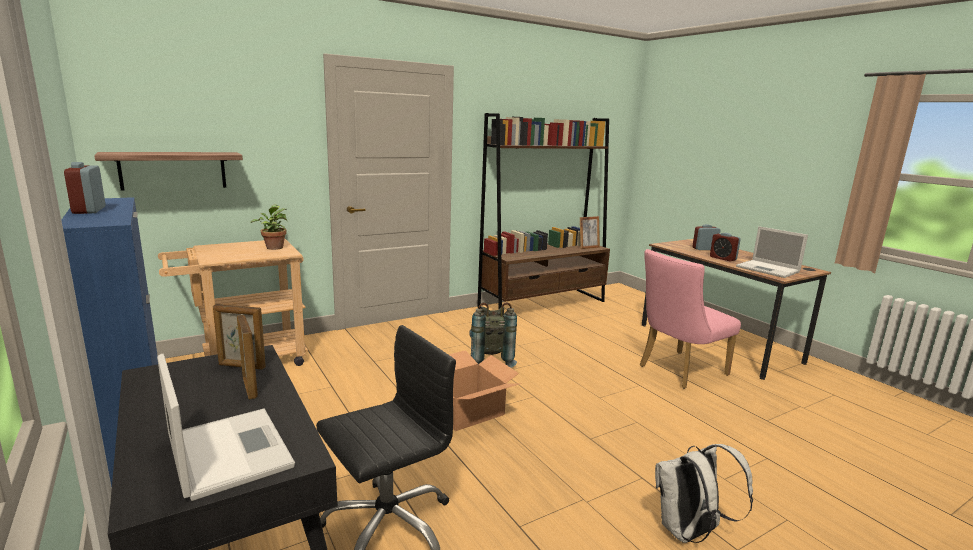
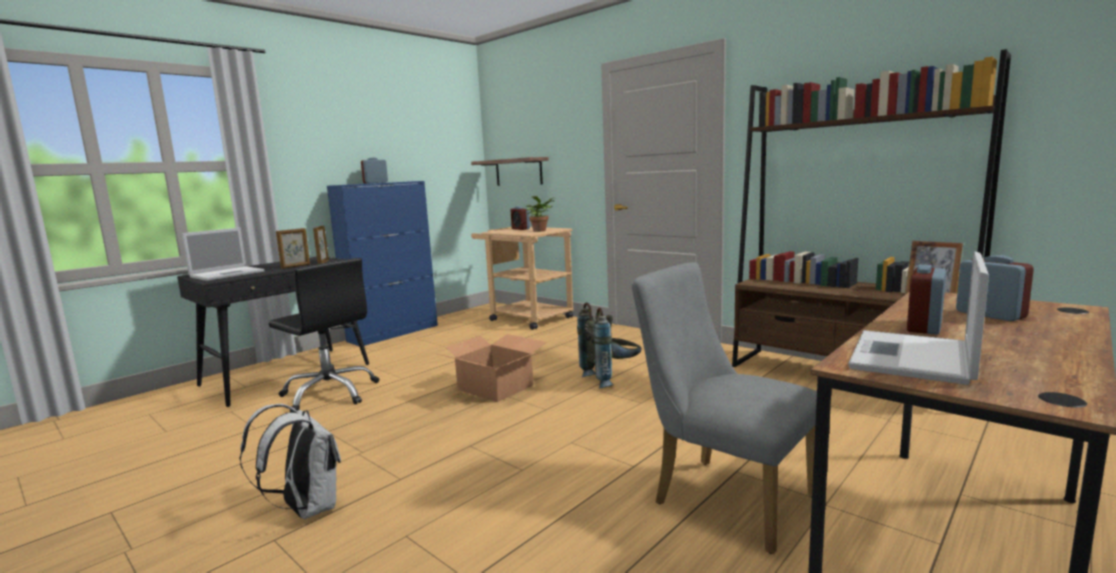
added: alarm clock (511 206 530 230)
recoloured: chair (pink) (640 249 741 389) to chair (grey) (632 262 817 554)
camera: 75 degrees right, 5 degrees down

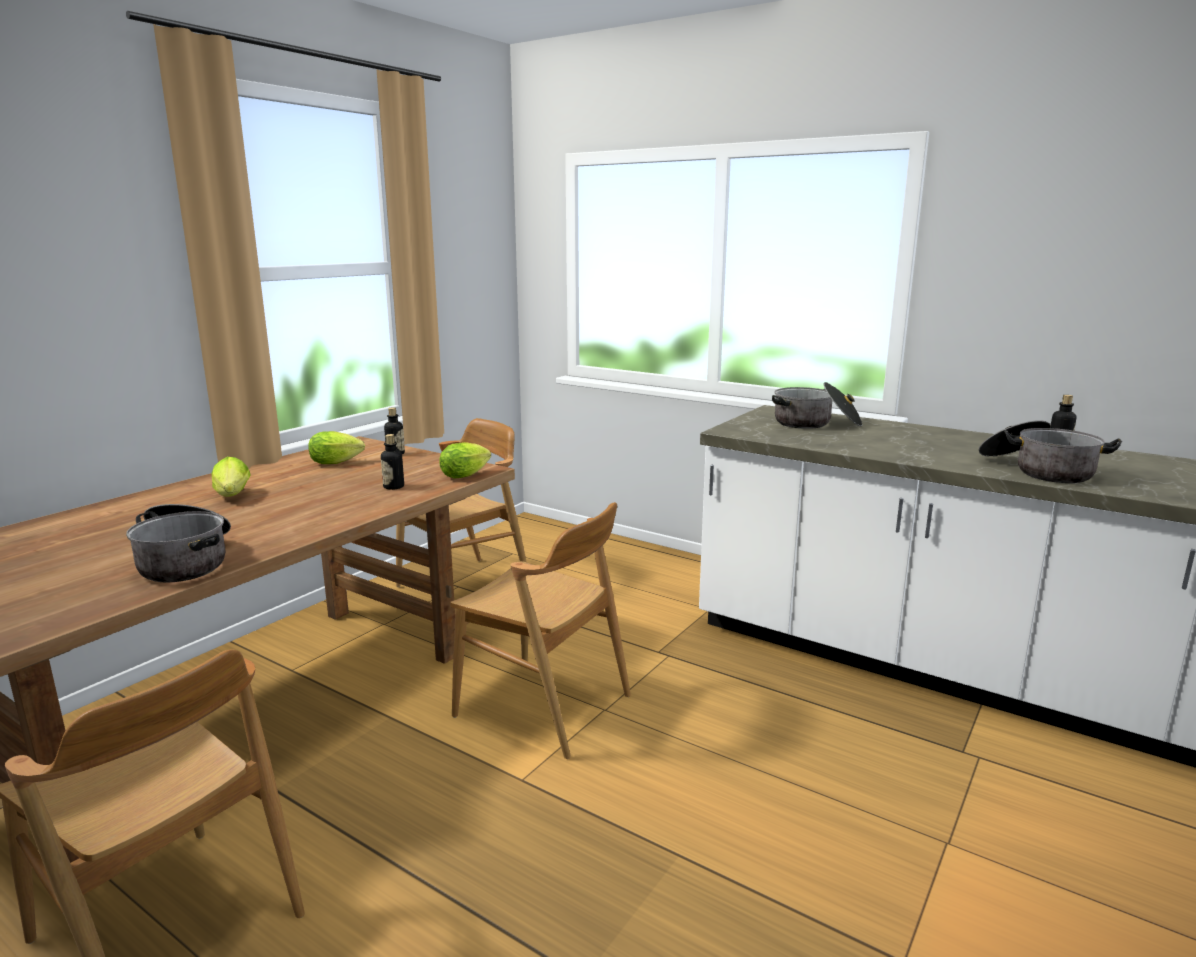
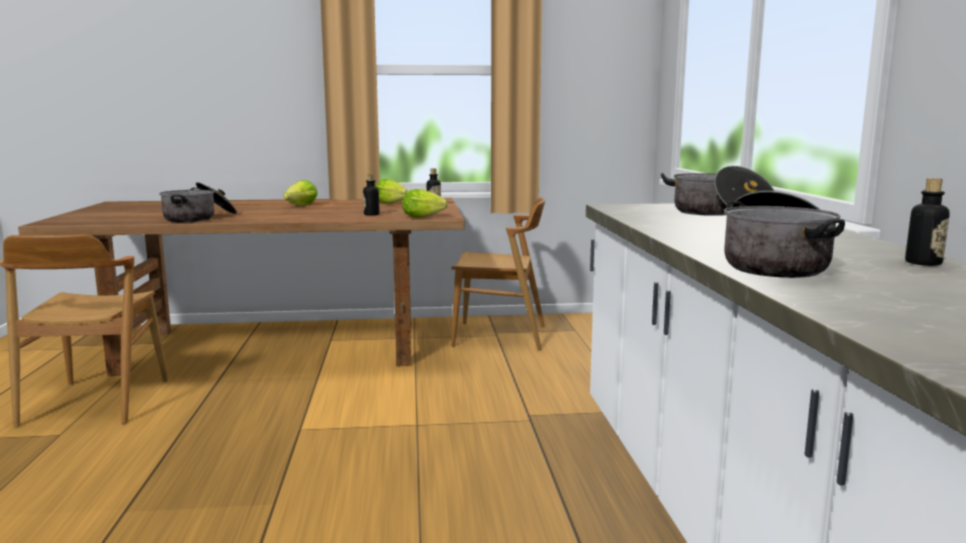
removed: chair (brown) (450 502 631 759)
camera: 50 degrees right, 5 degrees down

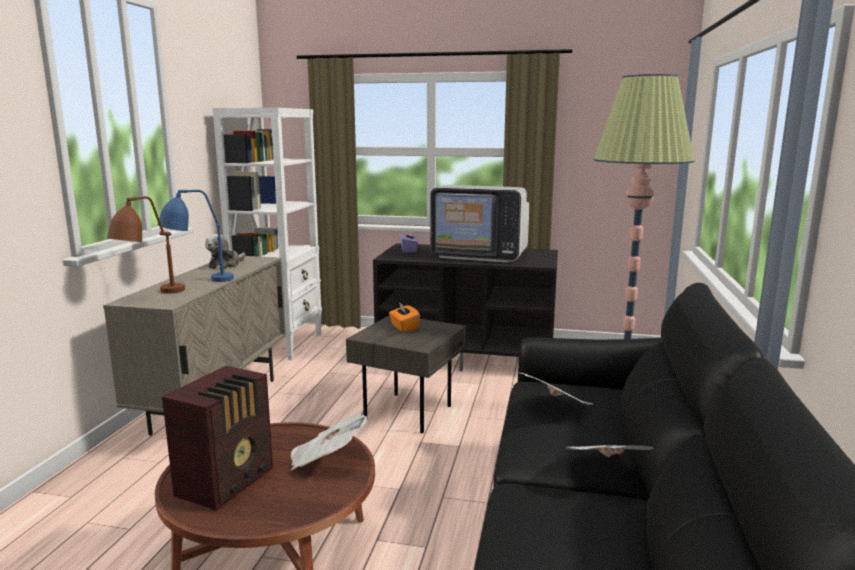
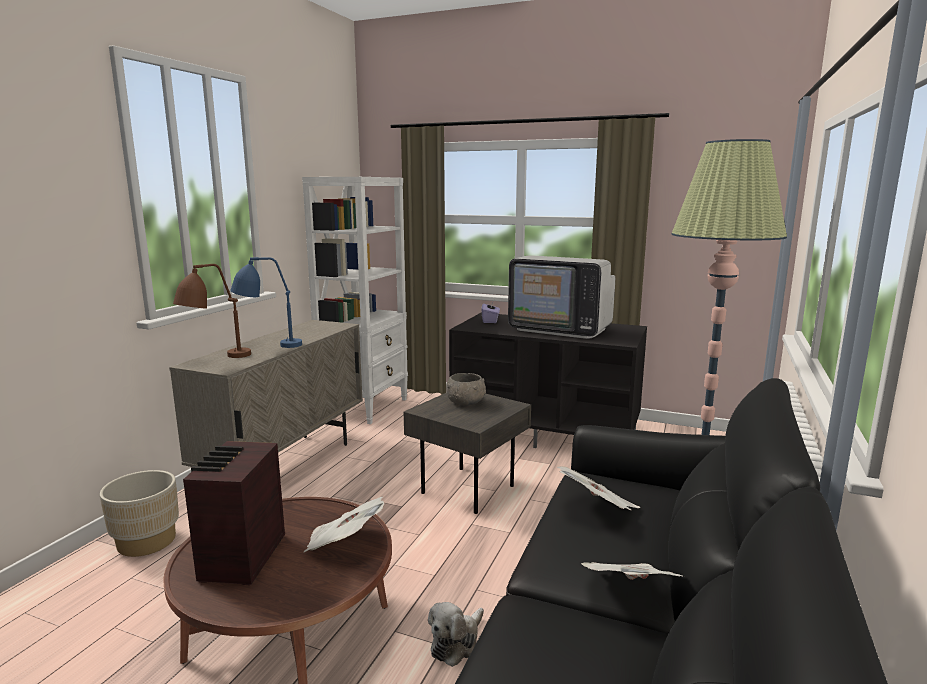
added: planter (beige) (100 470 179 557)
moved: plush toy (205 234 246 269) to (428 602 484 667)
replaced: tissue box (orange) (389 302 420 332) to bowl (grey) (446 373 486 405)
turned: radio (162 366 273 511) = (183 441 285 585) 150 degrees clockwise
camera: 10 degrees right, 0 degrees up

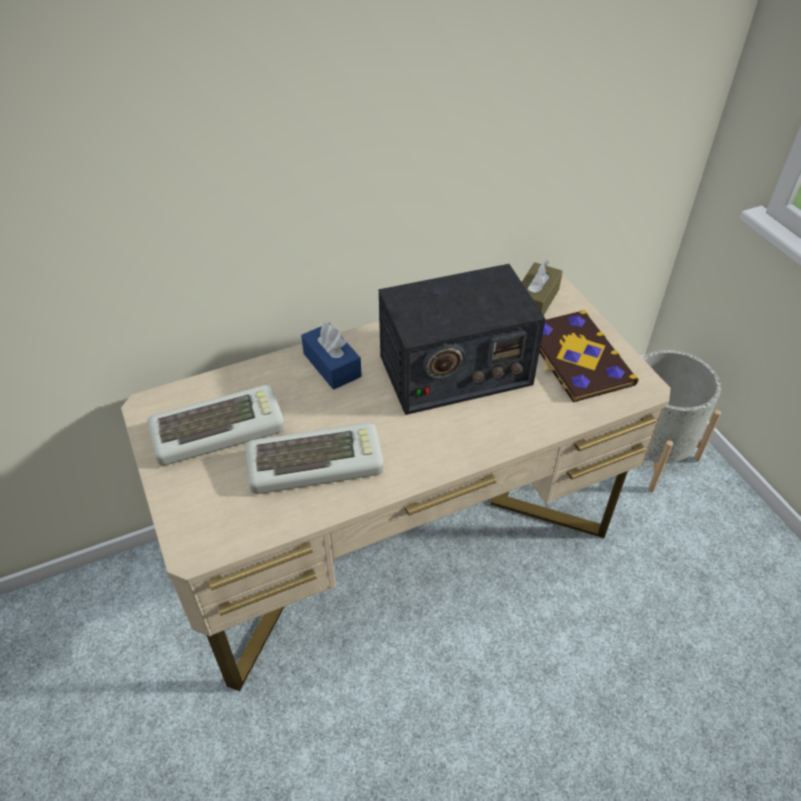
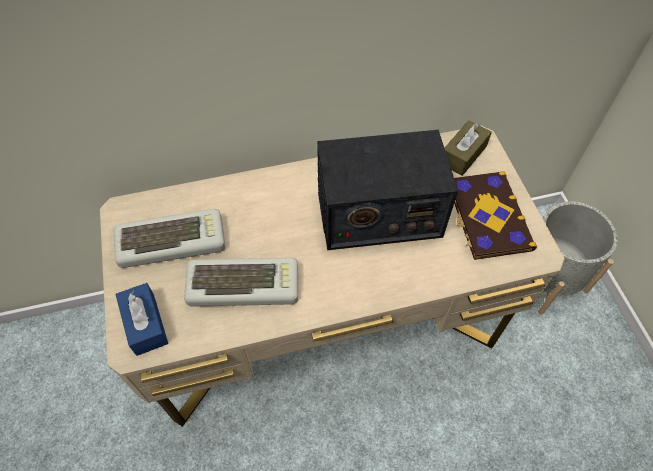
moved: tissue box (blue) (301 323 362 390) to (116 283 168 356)
camera: 10 degrees right, 10 degrees up

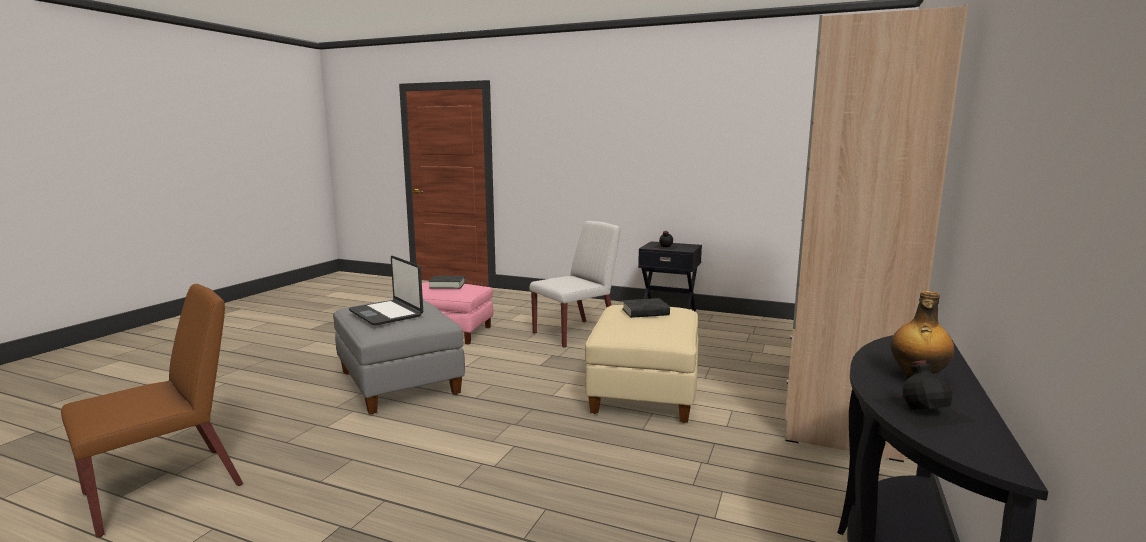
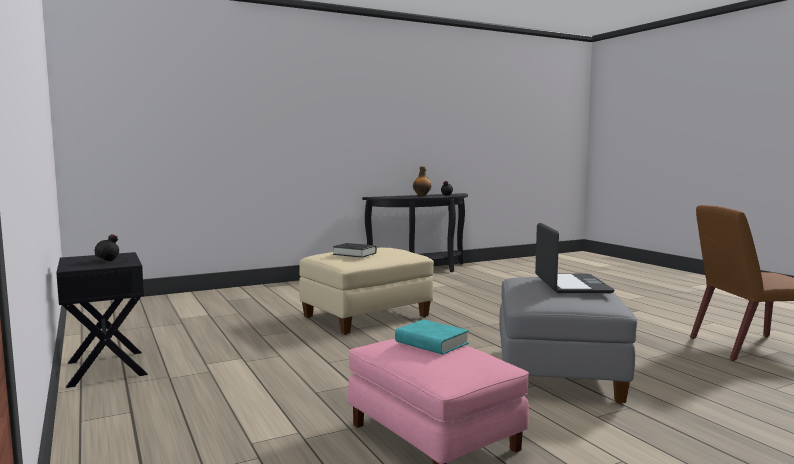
removed: wardrobe (beige) (785 4 968 462); chair (white) (529 221 621 348)
recoloured: book (black) (429 276 465 289) to book (turquoise) (395 319 469 355)
camera: 140 degrees left, 5 degrees down

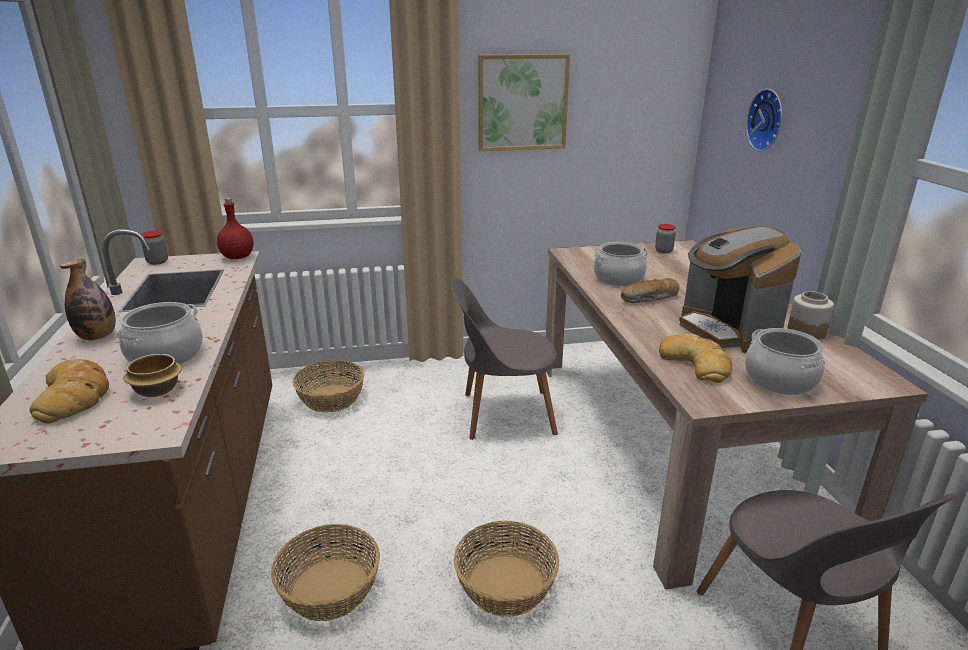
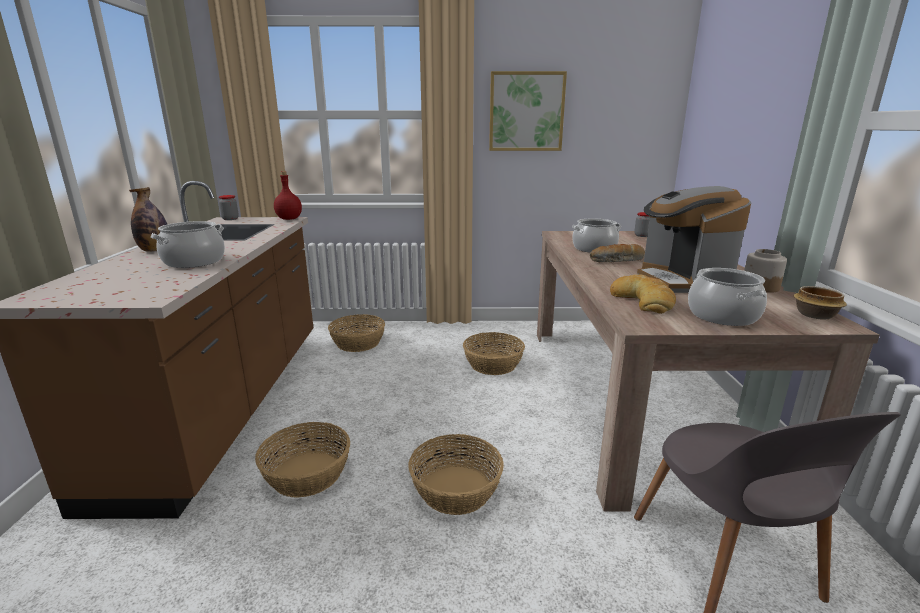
removed: wall clock (746 89 782 151); bread (30 359 109 424)
moved: bowl (123 354 182 397) to (793 286 847 320)
replaced: chair (grey) (451 277 558 440) to basket (463 332 525 375)
camera: 10 degrees right, 5 degrees down

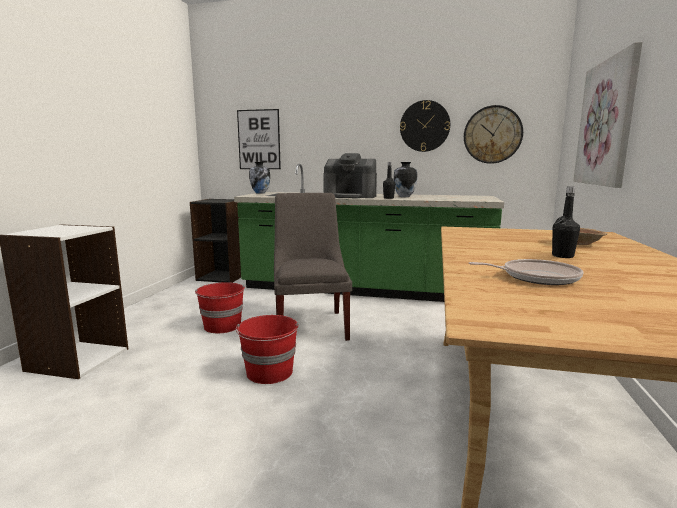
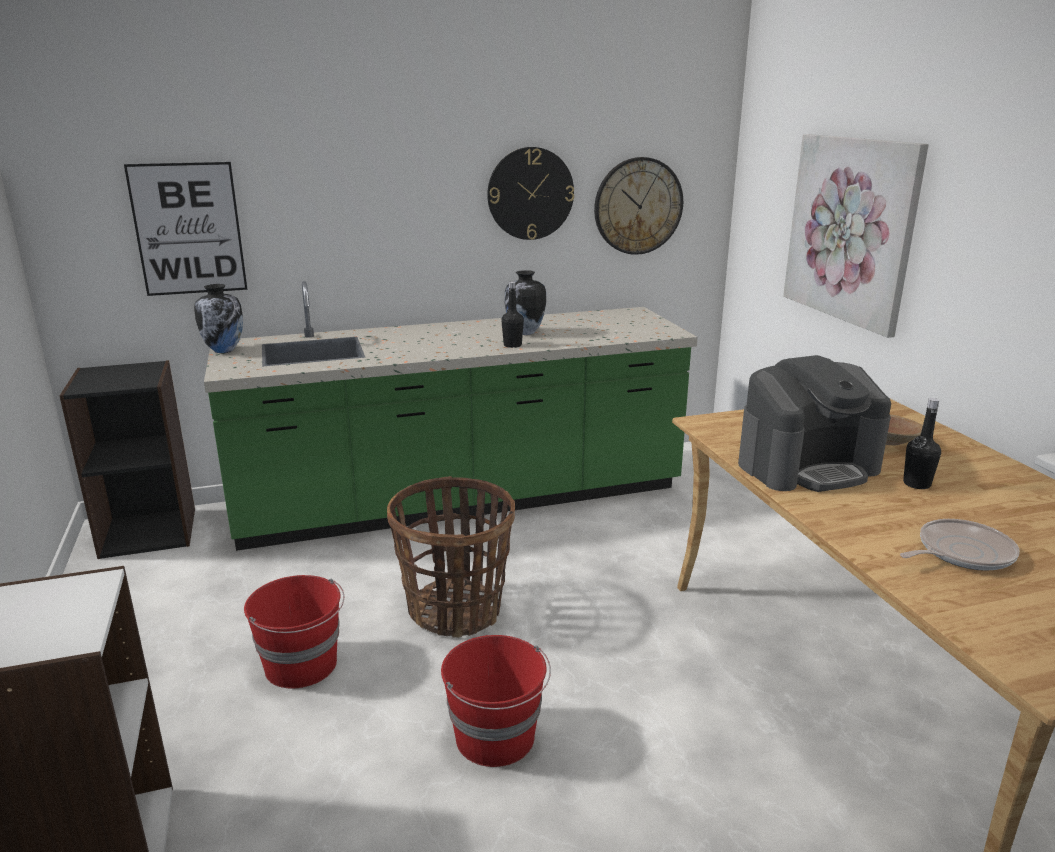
moved: coffee machine (323 153 377 198) to (738 355 891 492)
replaced: chair (grey) (274 193 352 341) to basket (387 476 515 638)
camera: 30 degrees left, 10 degrees up

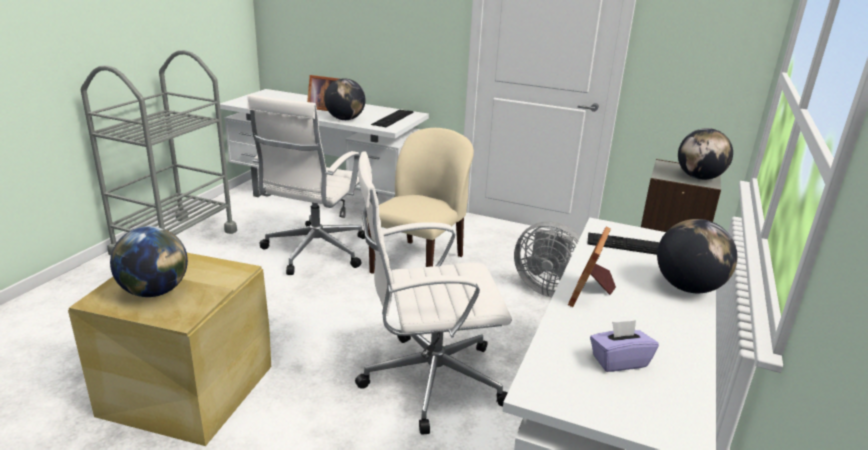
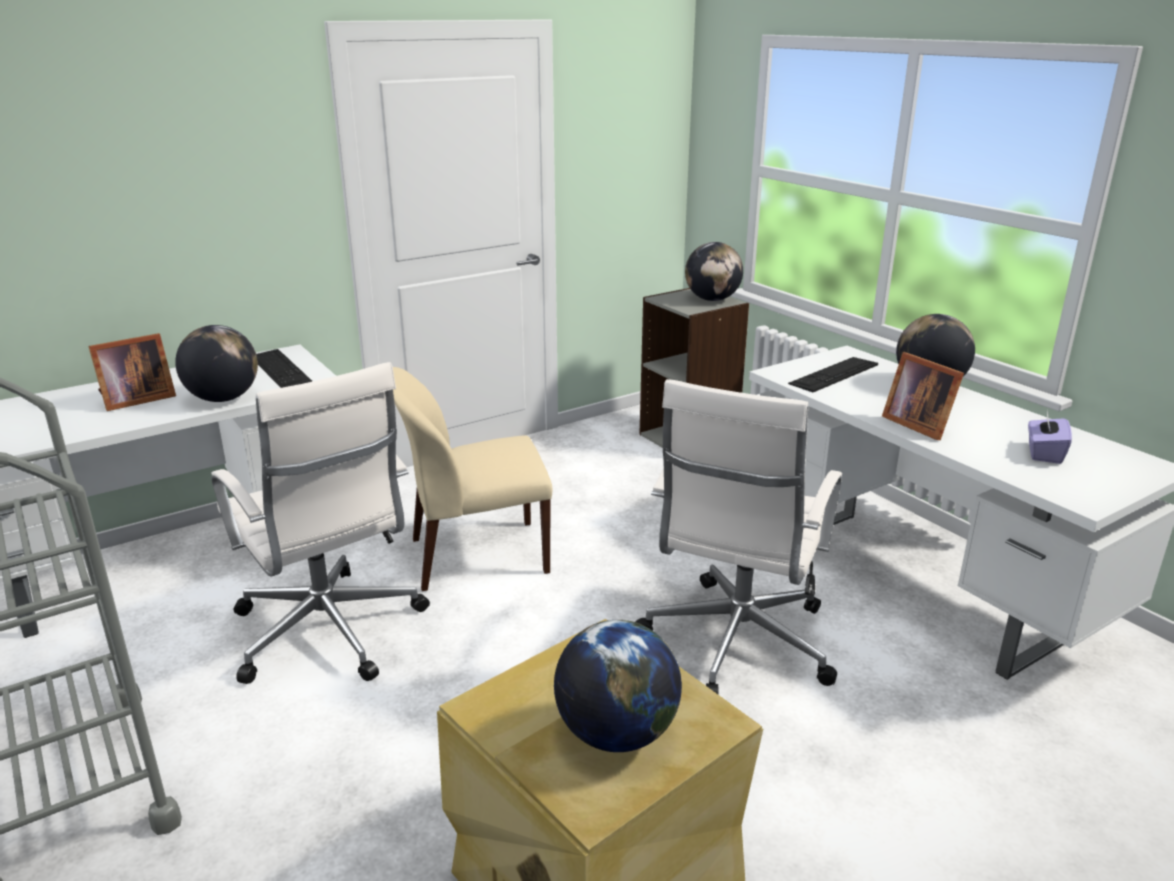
removed: fan (grey) (514 221 581 297)
turned: chair (beige) (367 128 474 274) = (393 367 553 591) 75 degrees counterclockwise
camera: 55 degrees left, 0 degrees up

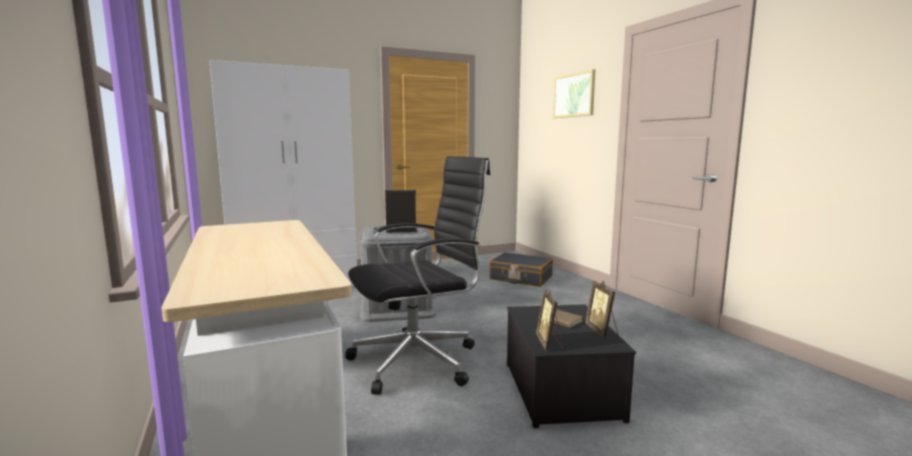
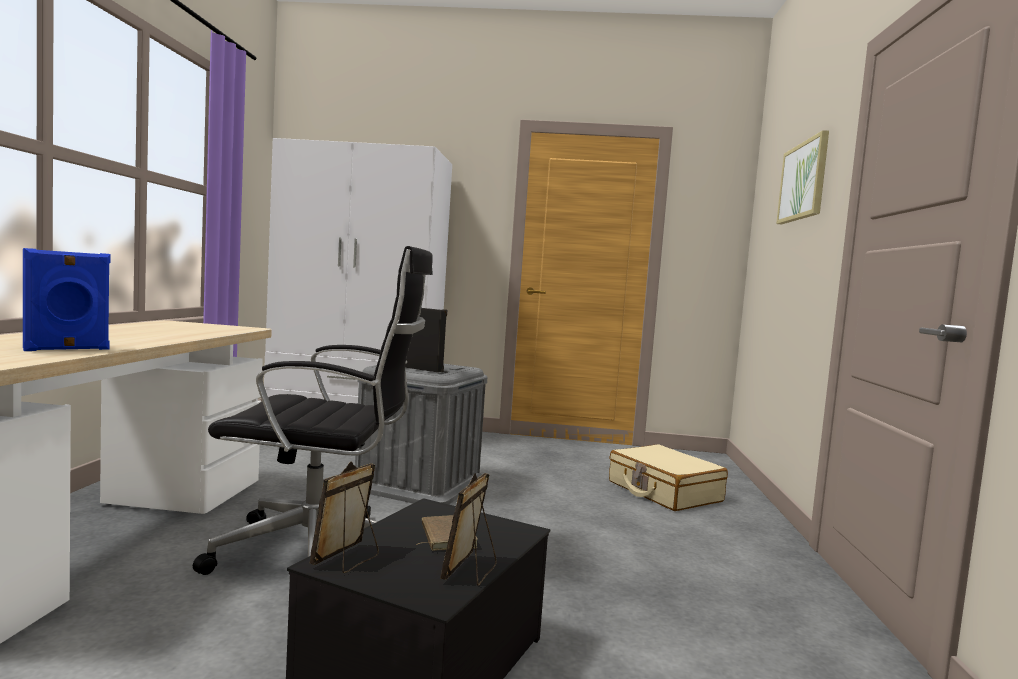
added: speaker (blue) (23 248 111 351)
recoloured: suitcase (black) (489 252 553 287) to suitcase (beige) (609 444 728 511)
camera: 30 degrees right, 5 degrees down

